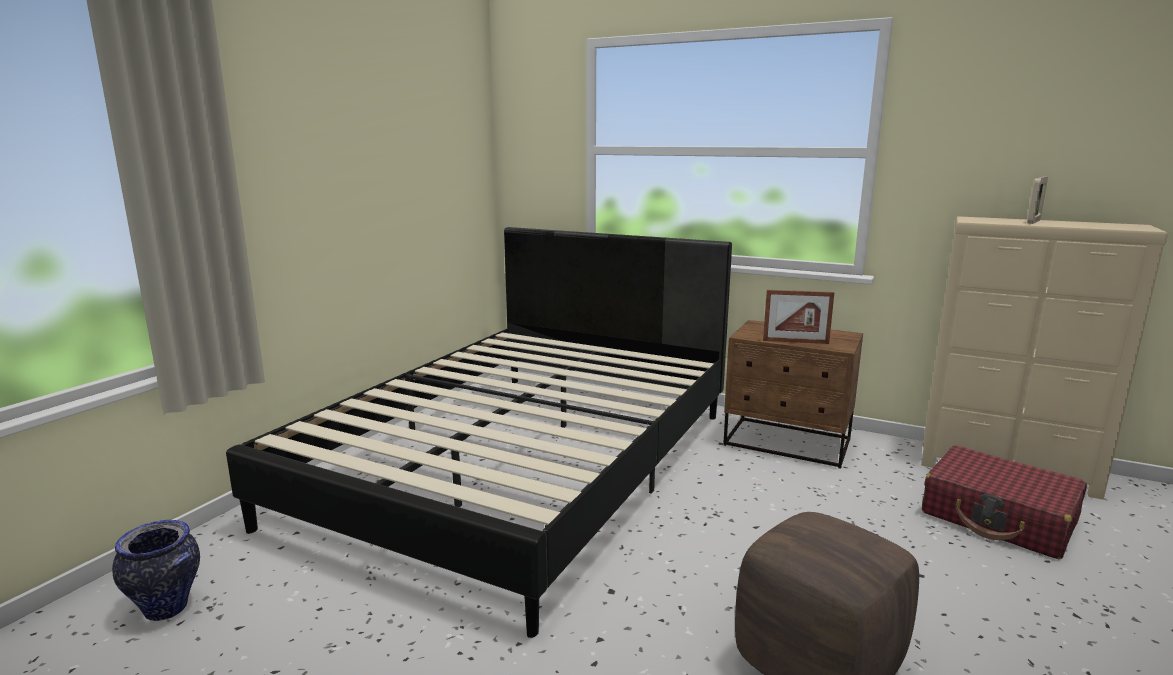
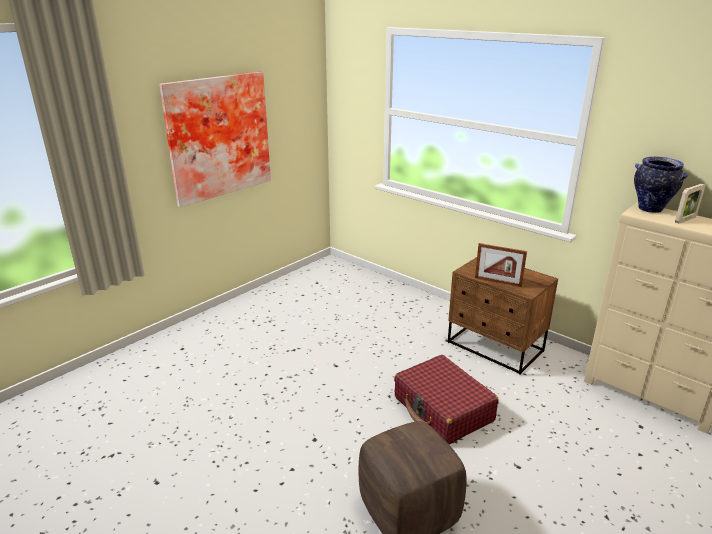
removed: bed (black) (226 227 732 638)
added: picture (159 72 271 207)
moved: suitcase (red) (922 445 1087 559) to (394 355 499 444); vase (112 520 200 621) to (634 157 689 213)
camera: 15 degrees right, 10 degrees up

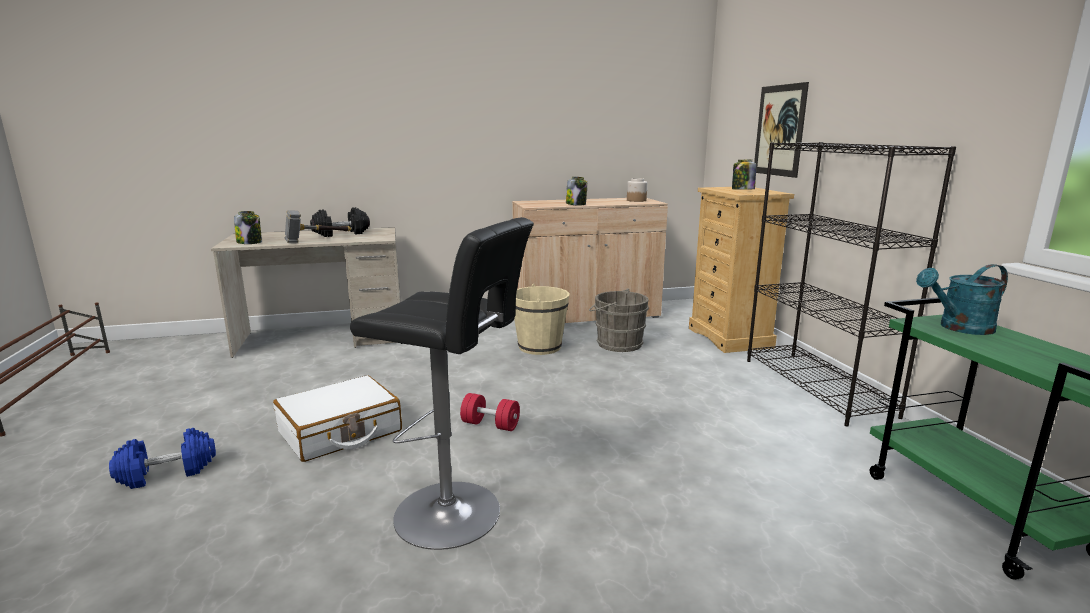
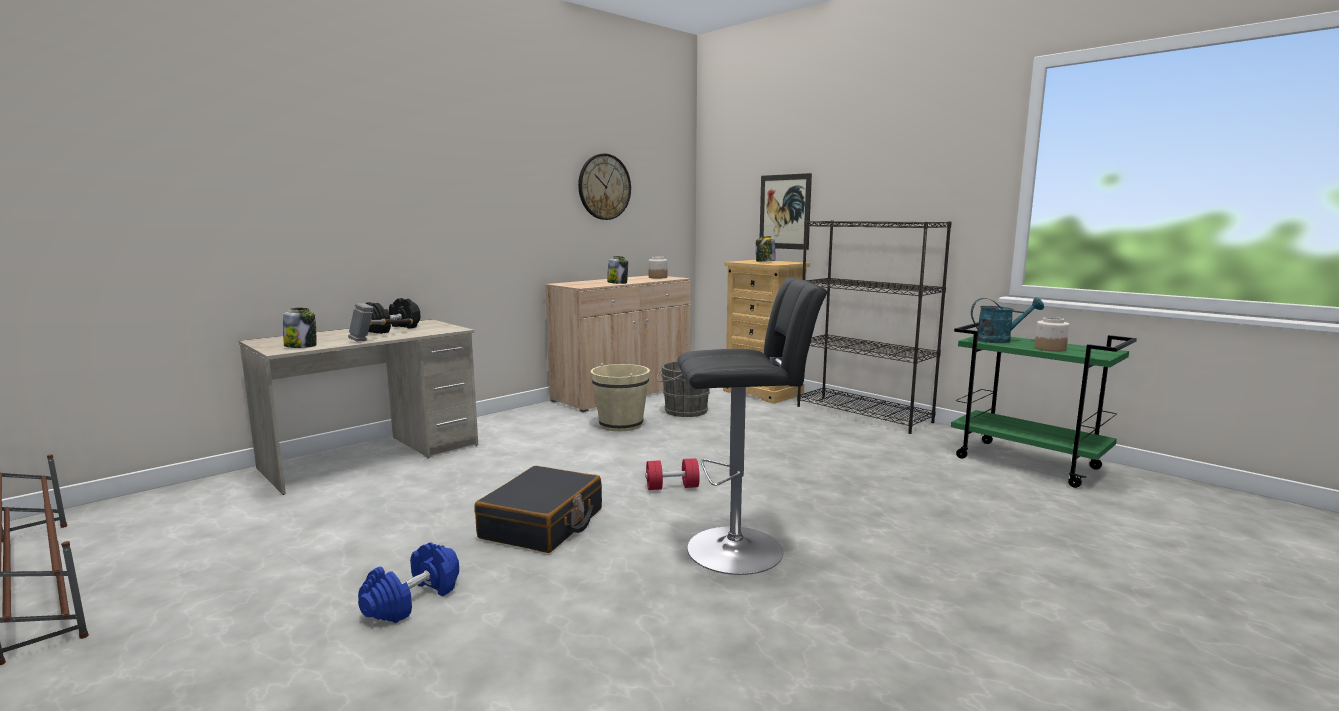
added: wall clock (578 154 631 220); jar (1034 317 1069 352)
recoloured: suitcase (white) (273 375 402 462) to suitcase (black) (475 466 602 553)
turned: watering can (turquoise) (916 264 1008 335) = (971 297 1044 343) 135 degrees counterclockwise
camera: 30 degrees left, 5 degrees down

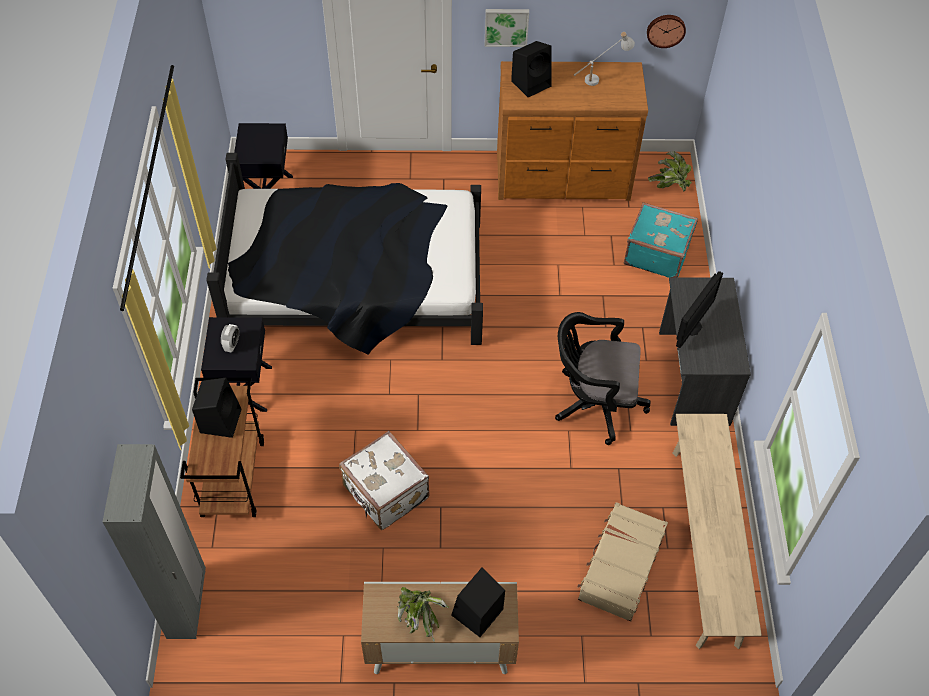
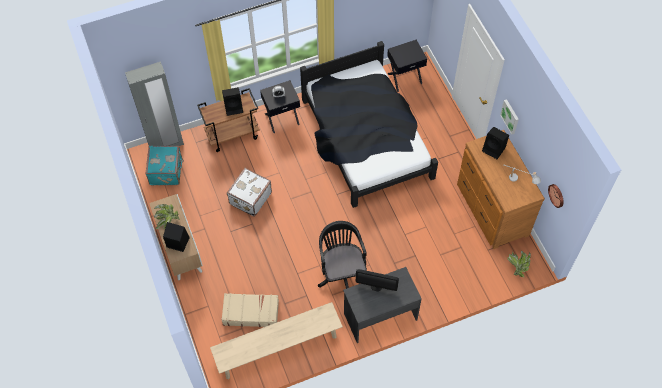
moved: suitcase (turquoise) (623 202 698 278) to (145 146 184 185)
camera: 70 degrees right, 5 degrees up

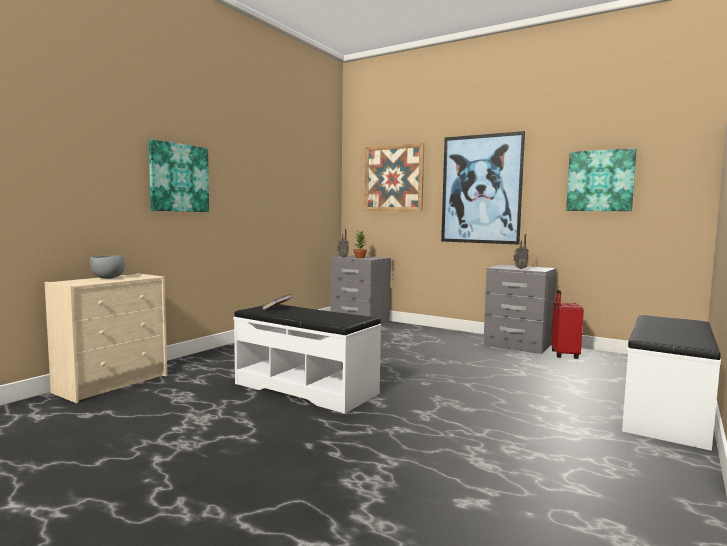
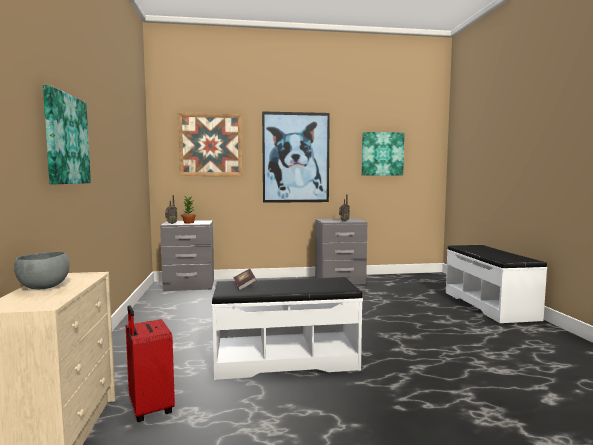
moved: suitcase (red) (551 290 584 359) to (126 305 175 422)
camera: 40 degrees left, 0 degrees up

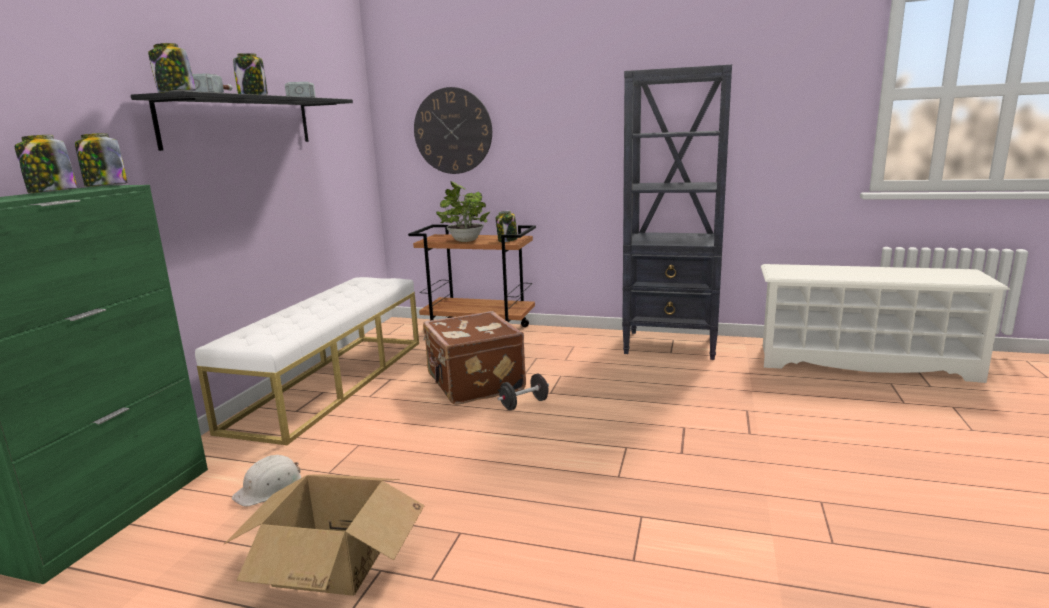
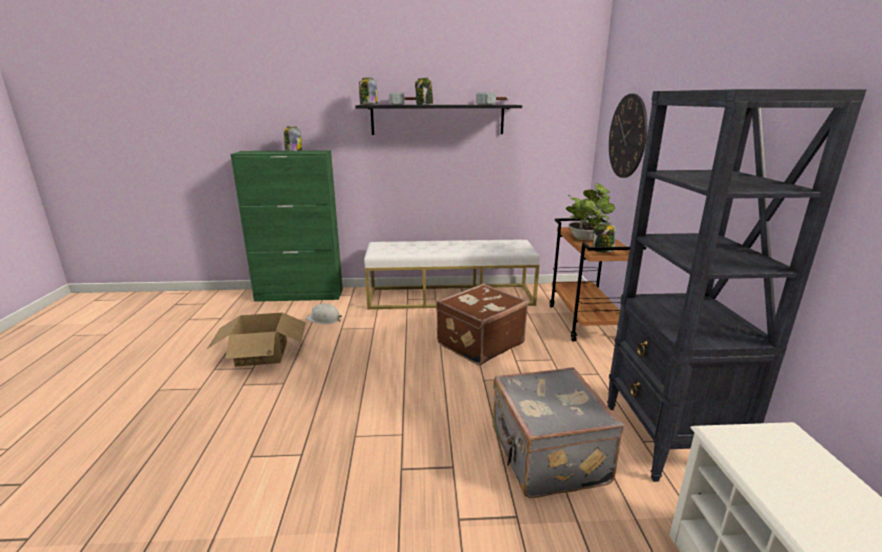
removed: jar (75 133 128 187); dumbbell (black) (498 374 549 410)
added: suitcase (grey) (493 367 624 498)
camera: 70 degrees right, 5 degrees up

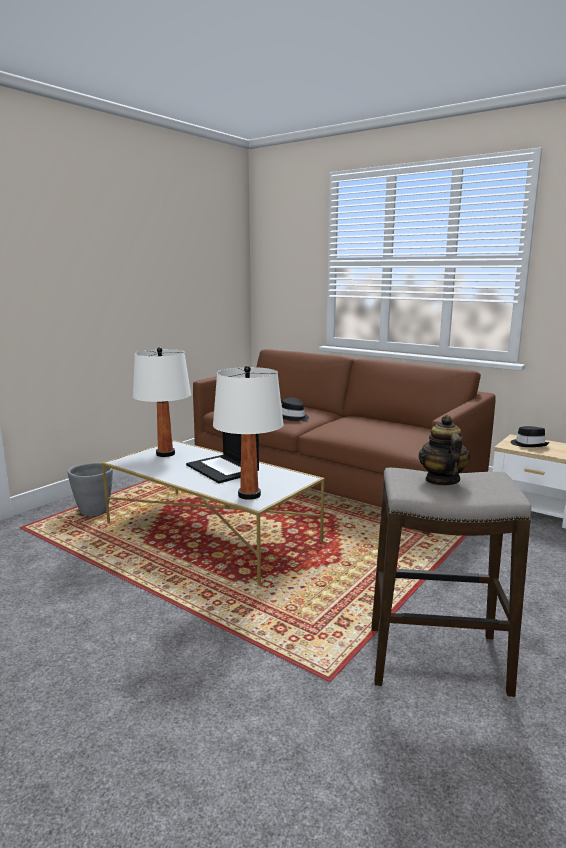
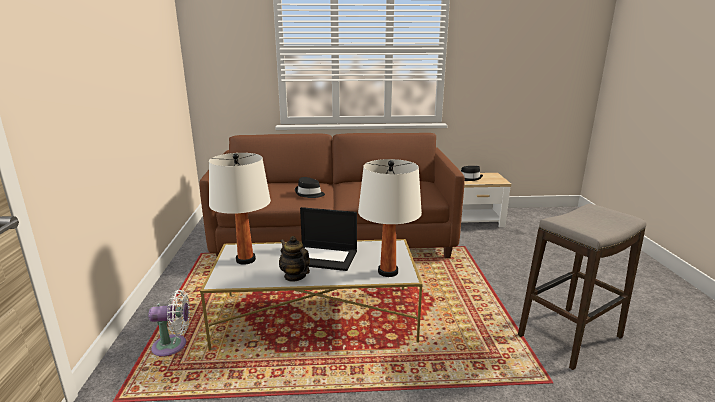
moved: teapot (419 415 470 486) to (279 236 310 282)
replaced: planter (grey) (68 463 113 516) to fan (white) (148 290 190 356)
camera: 40 degrees left, 5 degrees up

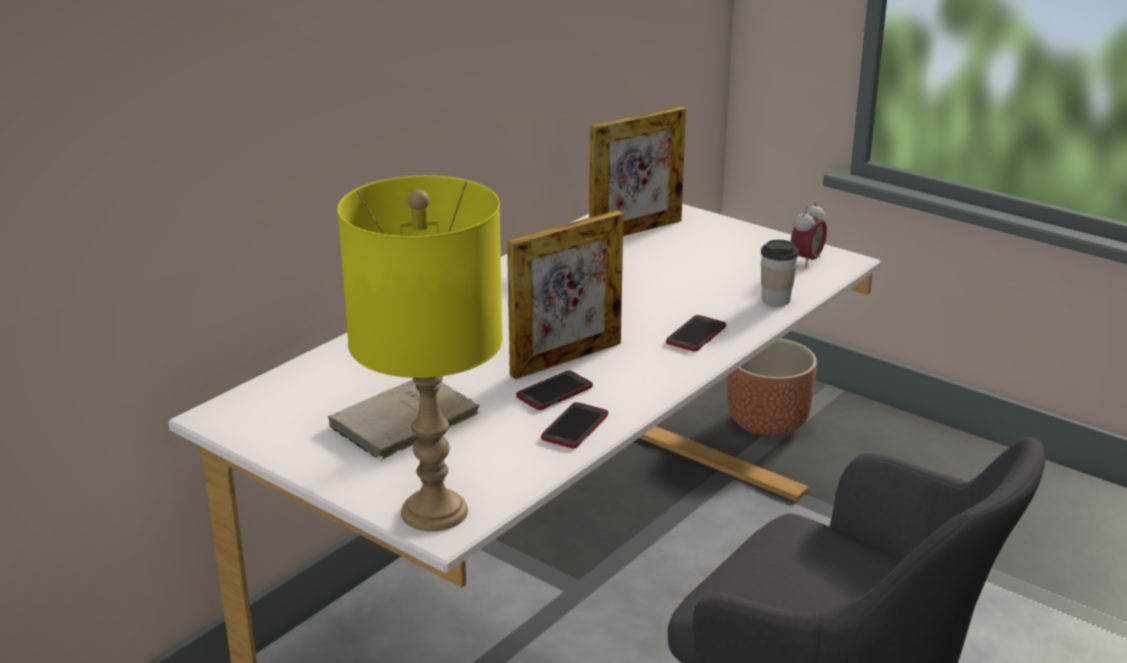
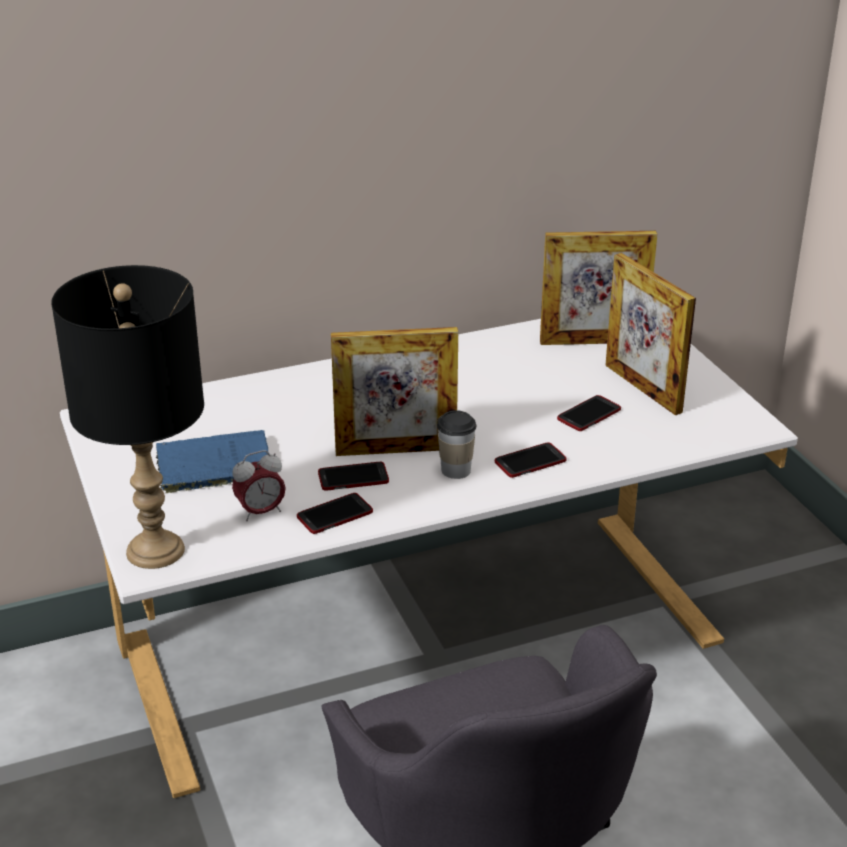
removed: planter (brown) (727 338 817 437)
added: picture frame (605 253 696 415); phone (557 395 621 431)
moved: alarm clock (791 201 827 268) to (232 450 286 521); cup (761 240 799 306) to (437 410 476 479)
recoloured: table lamp (yellow) (337 175 503 531) to table lamp (black) (51 265 204 569); book (beige) (328 380 480 461) to book (blue) (156 430 269 494)
camera: 30 degrees right, 5 degrees up

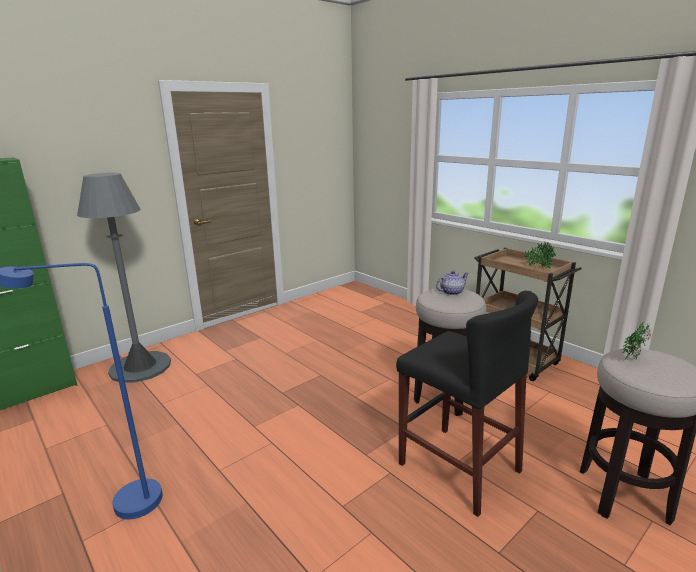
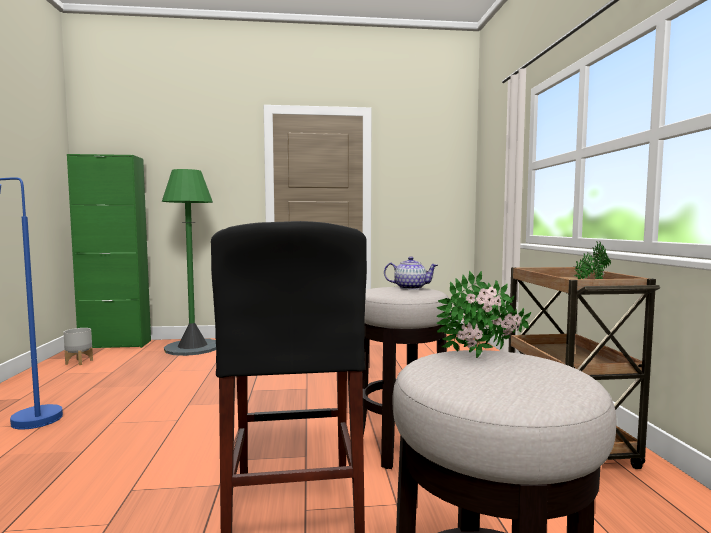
added: planter (grey) (63 328 93 365)
recoloured: floor lamp (grey) (77 173 171 383) to floor lamp (green) (162 169 216 356)
camera: 35 degrees right, 15 degrees down

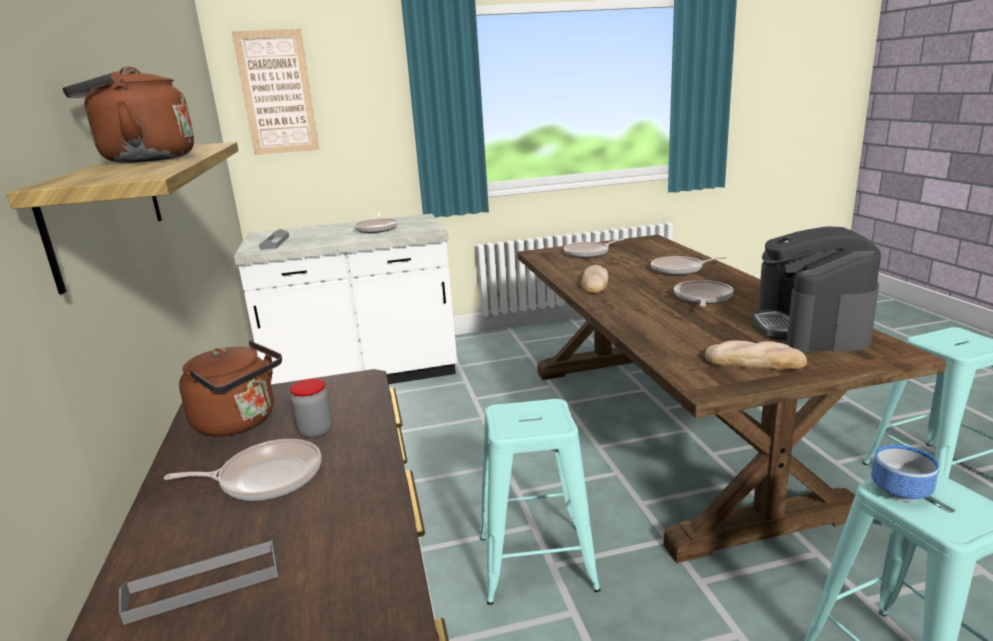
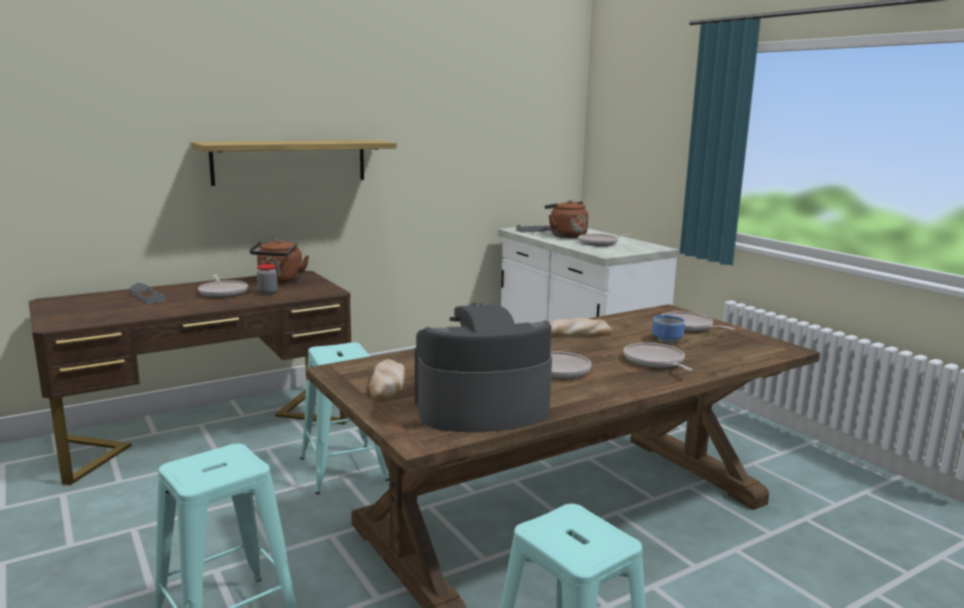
removed: picture (232 28 319 155)
moved: kettle (brown) (62 67 194 163) to (544 200 588 238); bowl (871 445 939 501) to (652 315 685 343)
camera: 70 degrees right, 5 degrees down

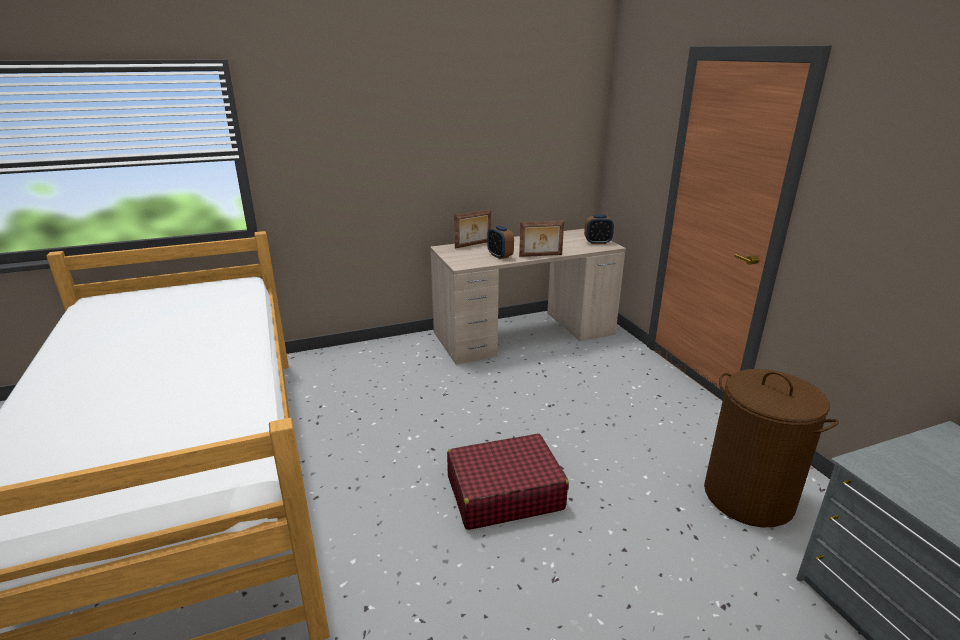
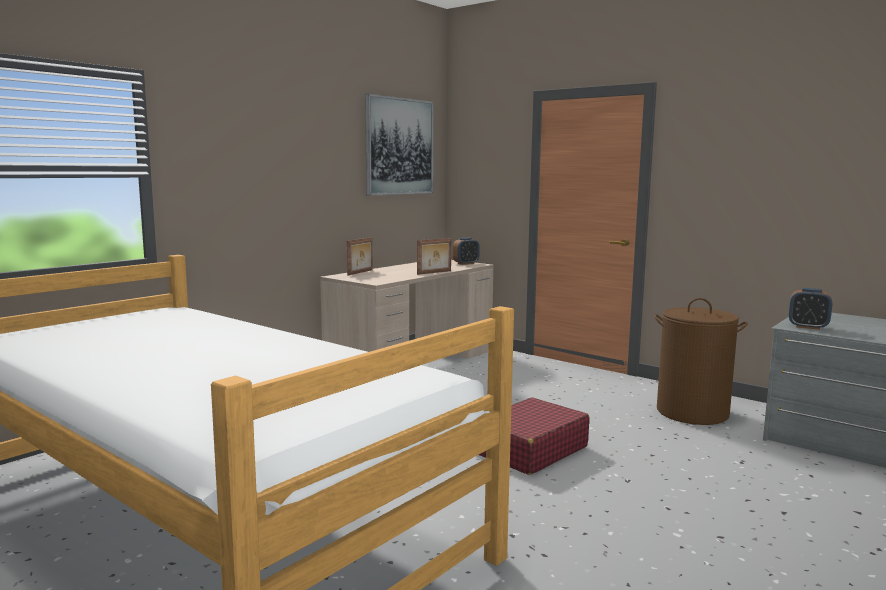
added: picture (365 94 434 196)
moved: alarm clock (487 225 514 259) to (789 288 832 330)
camera: 30 degrees left, 15 degrees down

